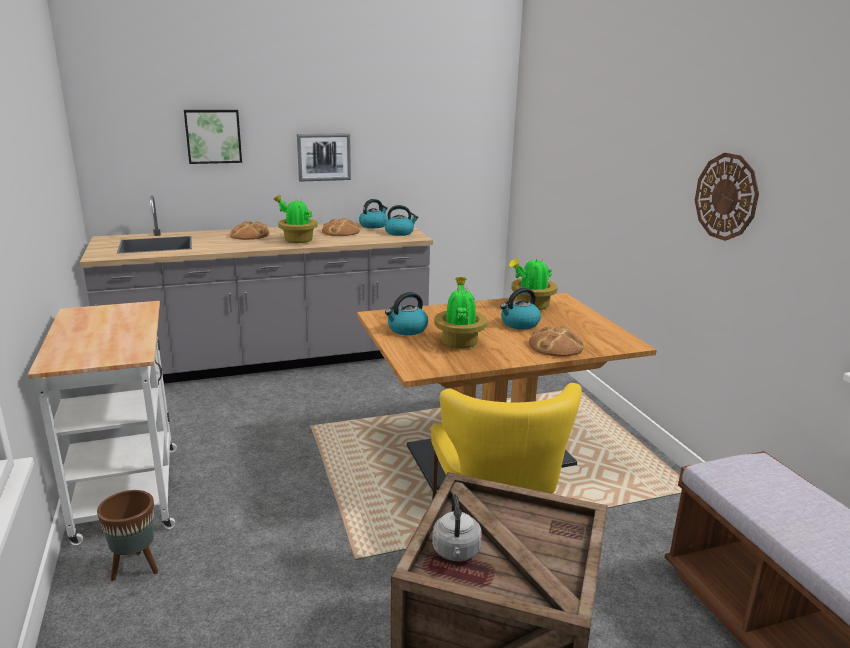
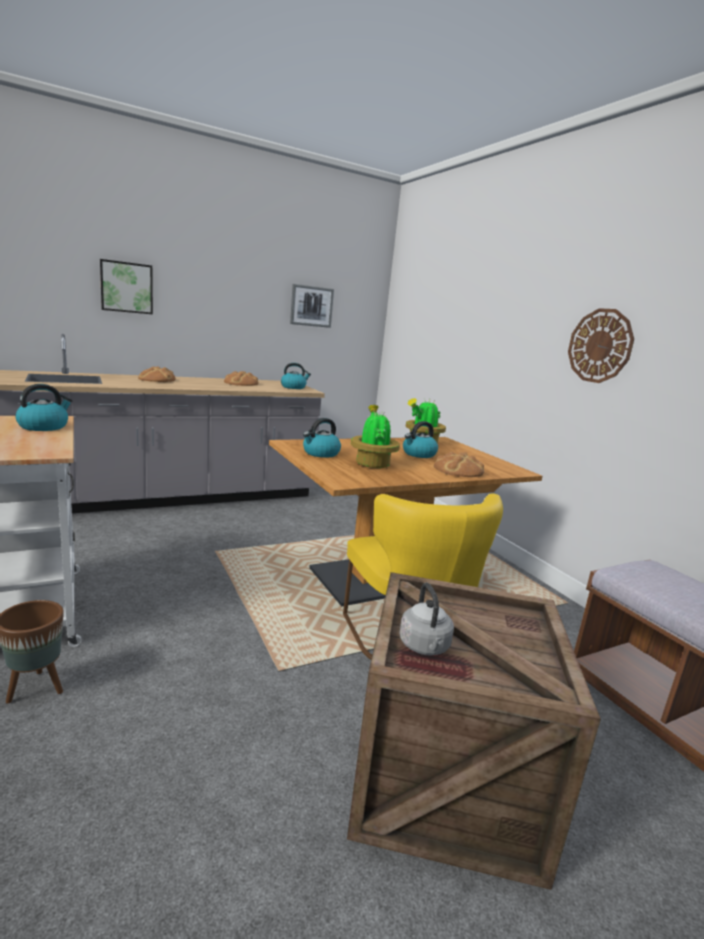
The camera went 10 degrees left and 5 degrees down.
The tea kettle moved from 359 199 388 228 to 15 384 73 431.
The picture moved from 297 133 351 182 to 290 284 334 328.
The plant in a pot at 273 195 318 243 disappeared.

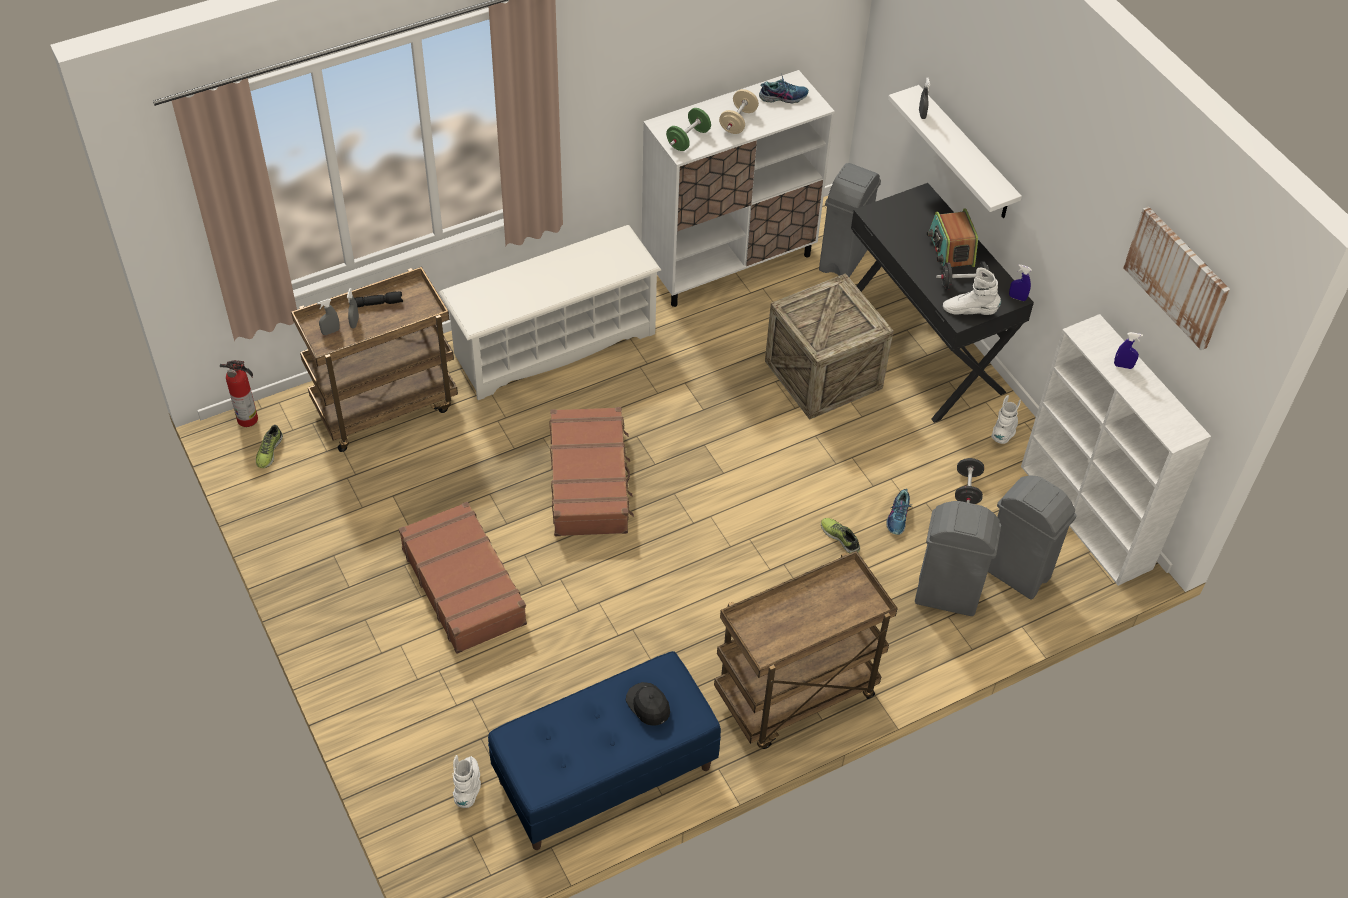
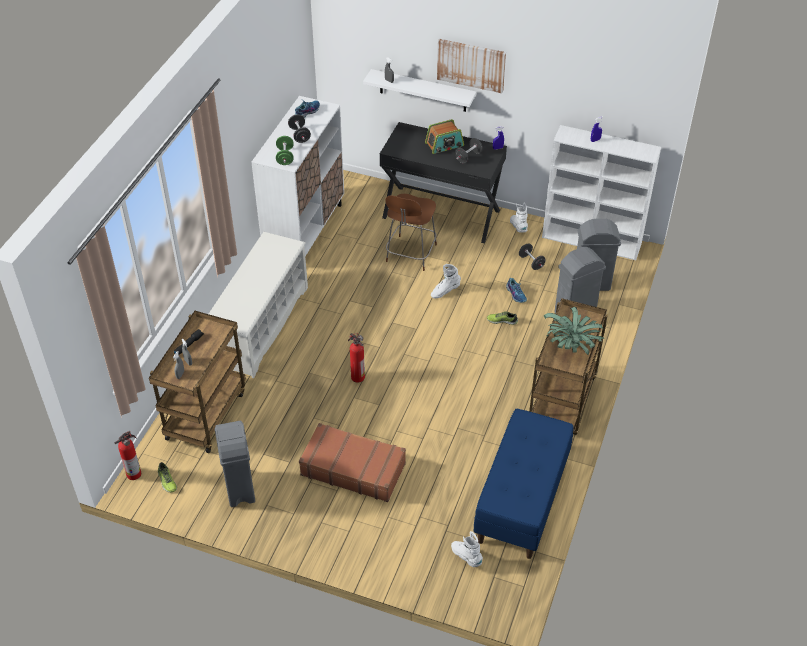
The camera went 40 degrees left and 5 degrees down.
The grey rubbish bin moved from 819 163 881 277 to 215 421 255 507.
The beige-coloured hand weight at 719 89 759 134 became the black-coloured hand weight at 288 114 311 143.
The brown piece of luggage at 549 407 634 536 was replaced by the fire-fighting cylinder at 348 333 365 383.
The crate at 765 273 894 420 was replaced by the brown upright chair at 385 194 437 271.
The radio at 927 208 978 267 turned 60 degrees counterclockwise.
The white-coloured high-top boot moved from 943 268 1001 315 to 431 264 461 298.
The picture moved from 1123 206 1230 350 to 437 39 506 93.
The plant in a pot at 544 307 604 355 appeared.
The black-coloured cap at 626 682 670 726 disappeared.

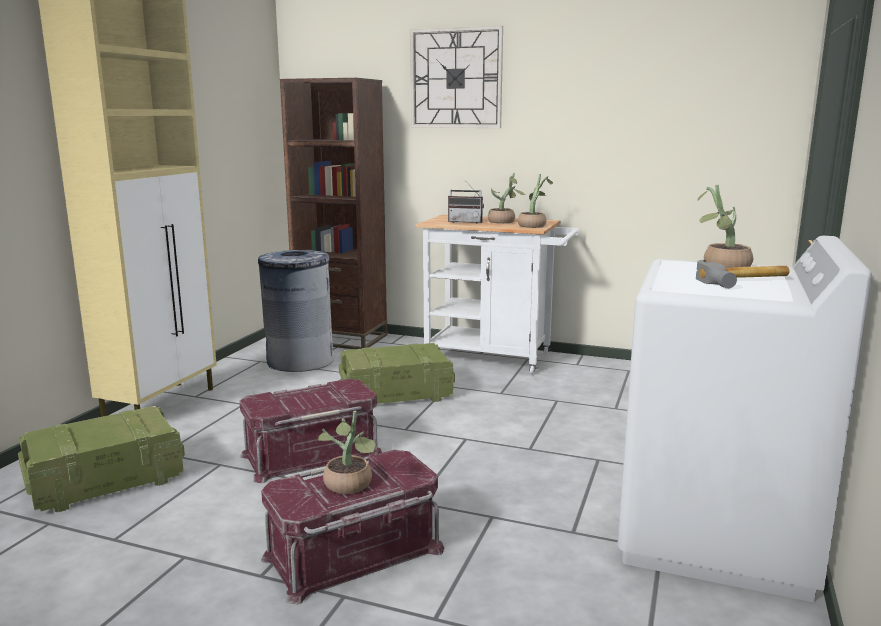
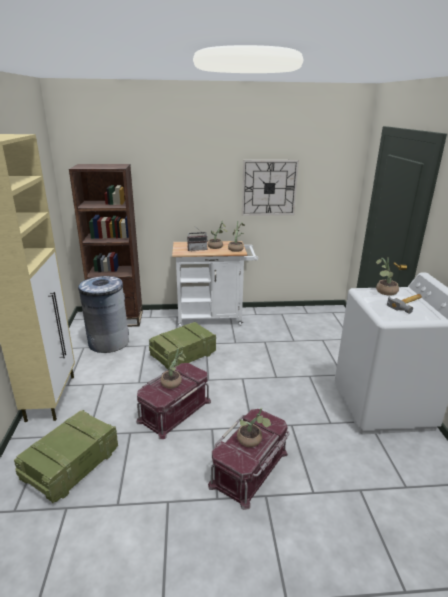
The camera went 25 degrees left and 10 degrees up.
The plant in a pot at 160 349 186 389 appeared.
The hanging clock moved from 410 26 503 128 to 242 160 299 216.

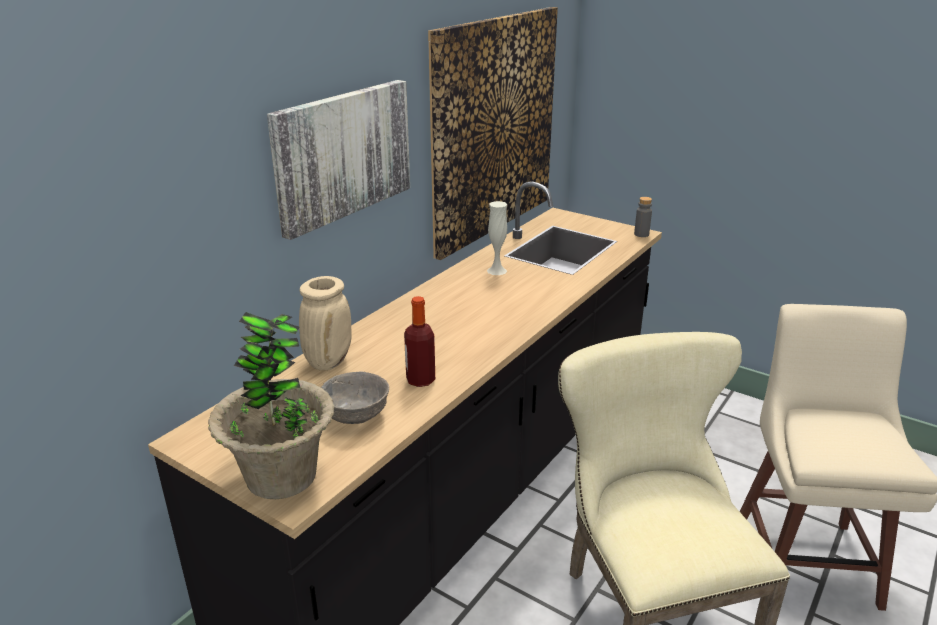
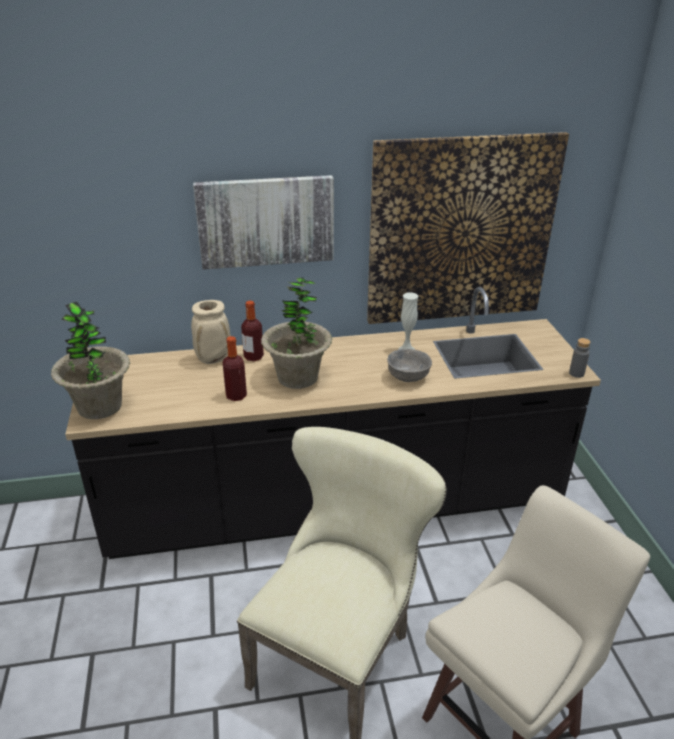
The camera went 45 degrees right and 5 degrees up.
The beverage bottle at 241 301 264 361 appeared.
The plant in a pot at 261 277 332 389 appeared.
The grey serving bowl moved from 321 372 389 424 to 387 349 432 382.

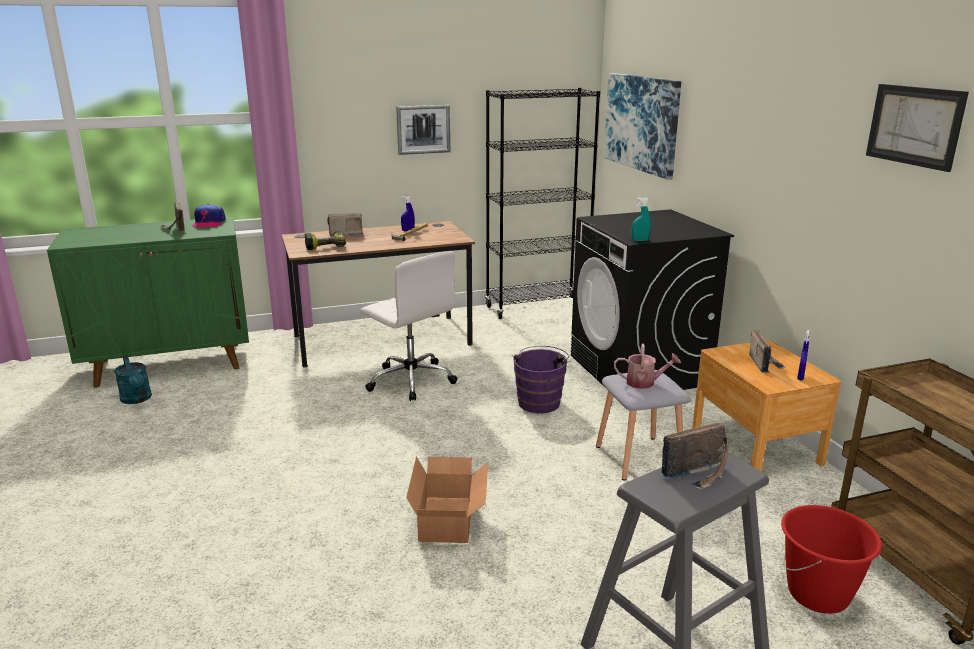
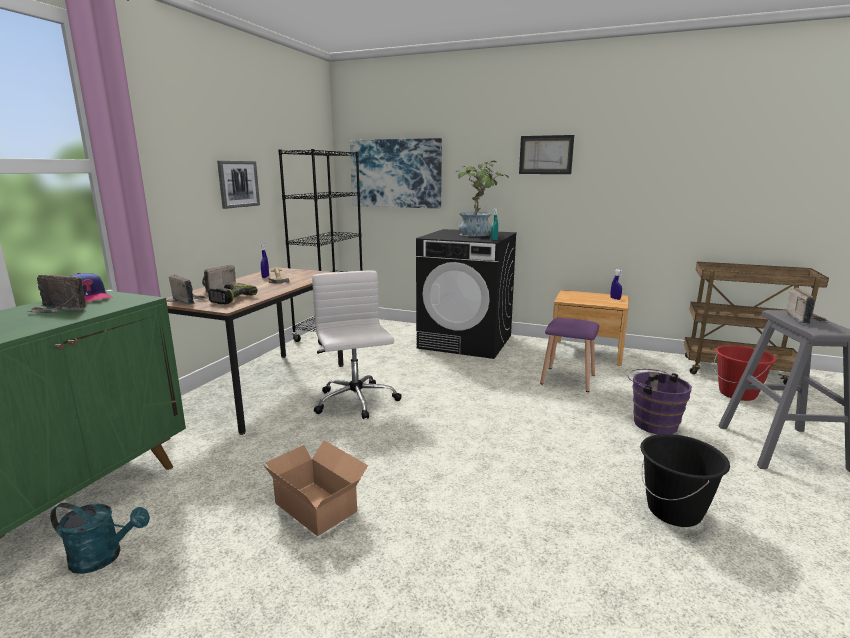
The camera went 50 degrees left and 5 degrees down.
The radio moved from 749 330 786 373 to 169 274 207 305.
The packing box moved from 406 456 489 543 to 263 440 368 536.
The white-coloured office chair at 360 251 458 401 turned 105 degrees counterclockwise.
The plant in a pot at 455 161 509 237 appeared.
The picture moved from 866 84 969 172 to 519 135 574 174.
The grey stool seat at 596 370 690 480 became the purple-coloured stool seat at 540 318 599 392.
The purple-coloured pail moved from 513 346 571 413 to 628 369 692 434.
The black-coloured pail at 640 434 730 527 appeared.
The sprinkling can at 614 344 681 389 disappeared.

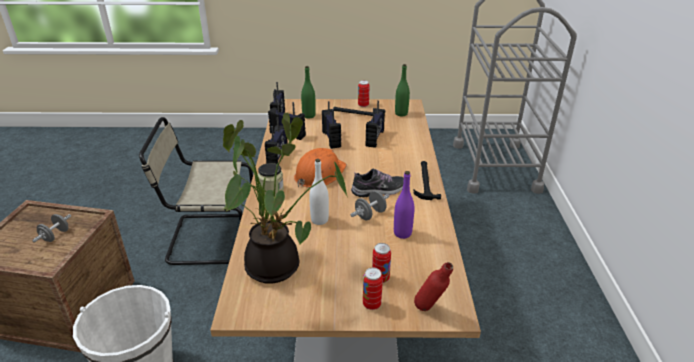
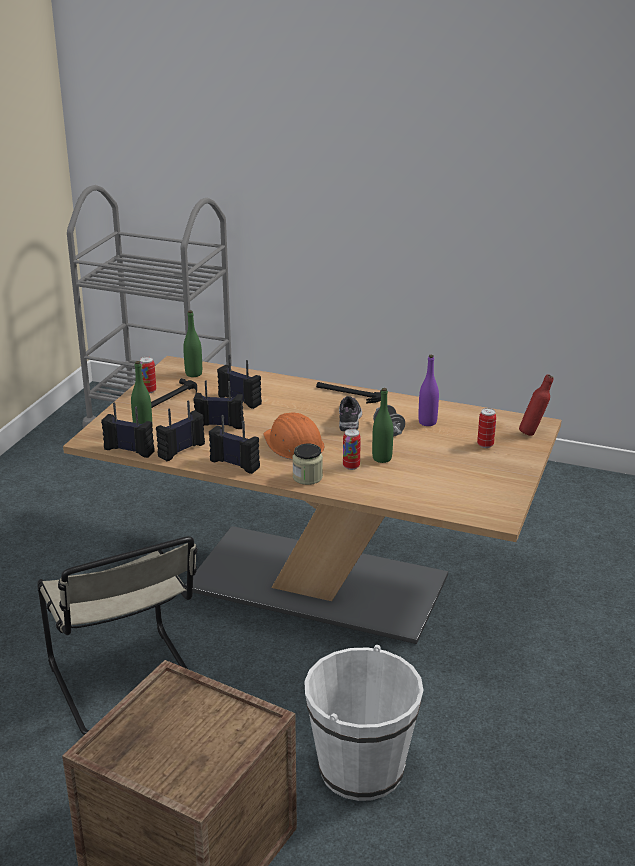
The camera went 70 degrees left and 5 degrees down.
The beige-coloured upright chair at 139 117 253 265 turned 45 degrees counterclockwise.
The sealed can moved from 363 268 383 310 to 343 429 361 470.
The white-coloured beverage bottle at 309 159 329 225 became the green beverage bottle at 372 388 393 463.
The grey hand weight at 32 214 71 242 disappeared.
The plant in a pot at 223 113 348 284 disappeared.

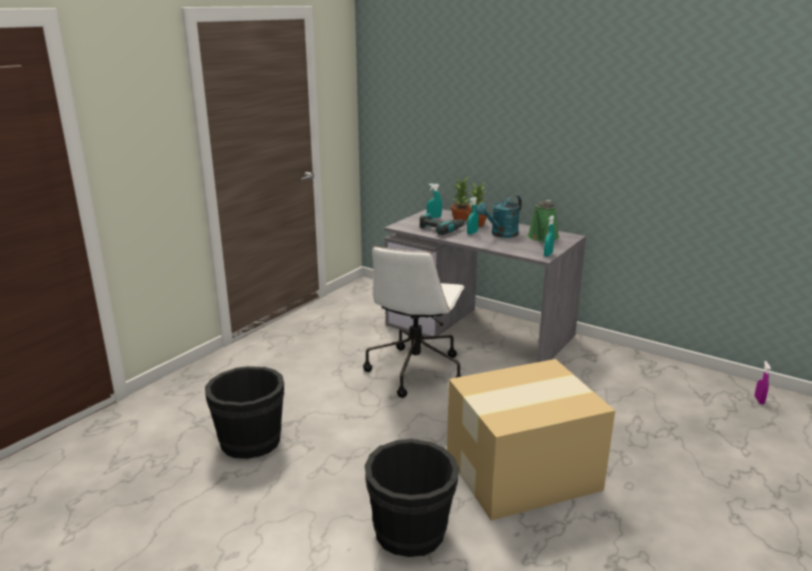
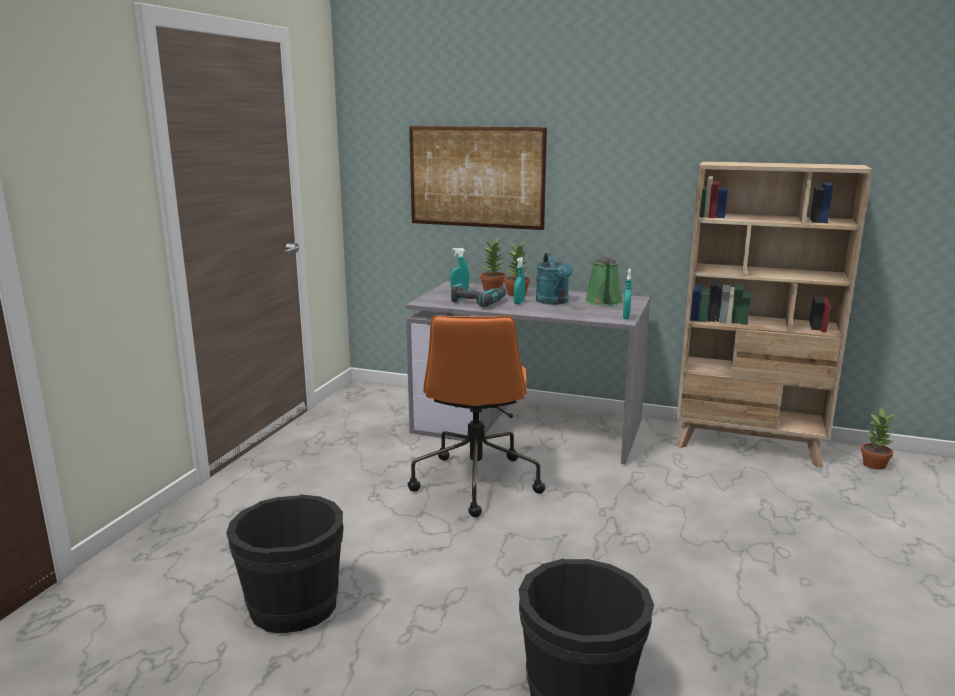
The camera went 15 degrees left and 5 degrees down.
The white-coloured office chair at 363 246 465 398 became the orangey office chair at 408 315 545 517.
The picture at 409 126 547 230 appeared.
The blue-green sprinkling can at 476 195 522 238 turned 45 degrees counterclockwise.
The beige-coloured bookshelf at 676 161 873 467 appeared.
The purple-coloured sprayer at 755 361 771 404 was replaced by the plant in a pot at 861 408 896 470.
The packing box at 447 359 615 520 disappeared.

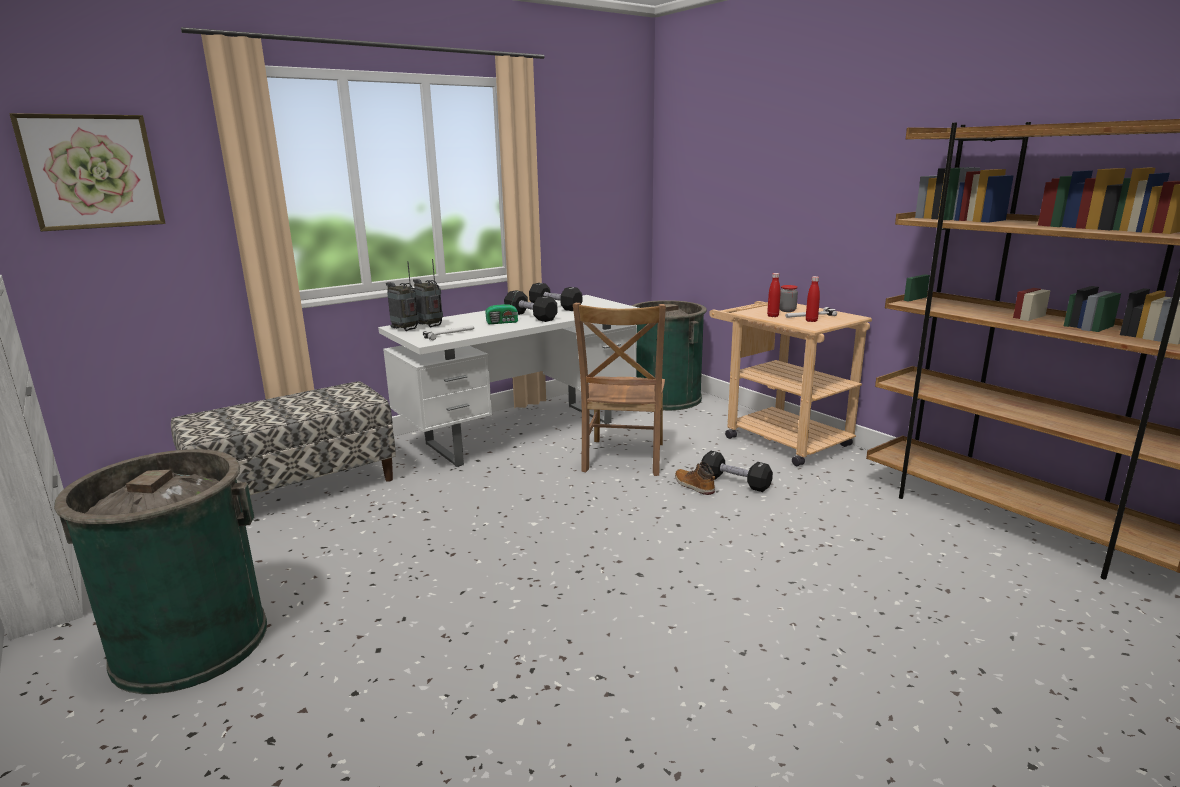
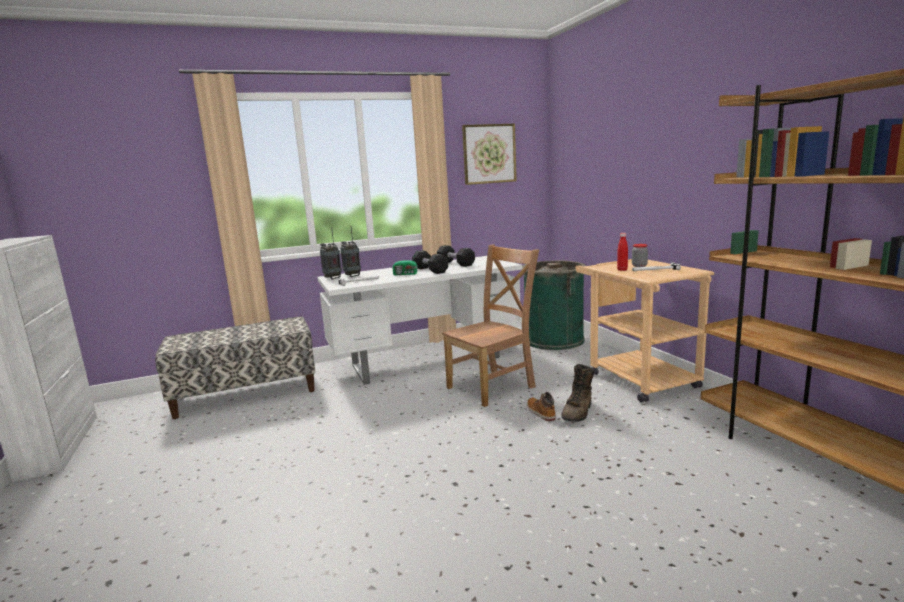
The camera went 15 degrees right and 5 degrees down.
The brown upright chair at 573 303 666 476 turned 150 degrees counterclockwise.
The picture moved from 9 113 166 231 to 462 124 517 185.
The black-coloured hand weight at 701 451 773 492 was replaced by the brown high-top boot at 561 364 595 422.
The green rubbish bin at 54 449 267 694 disappeared.
The reddish beverage bottle at 806 276 820 322 disappeared.

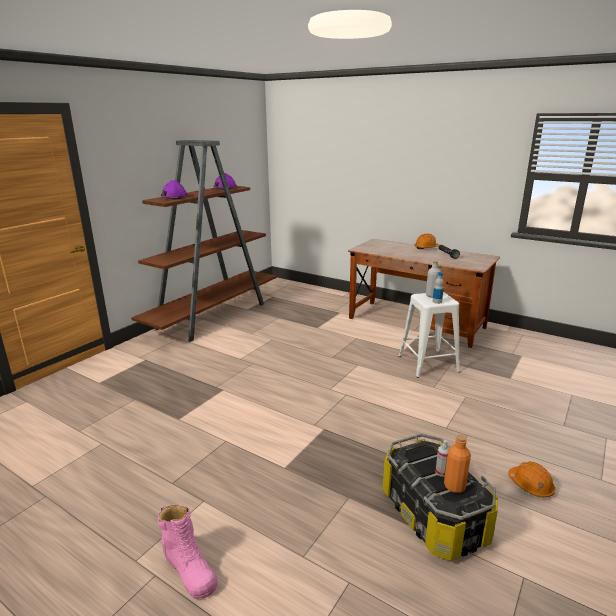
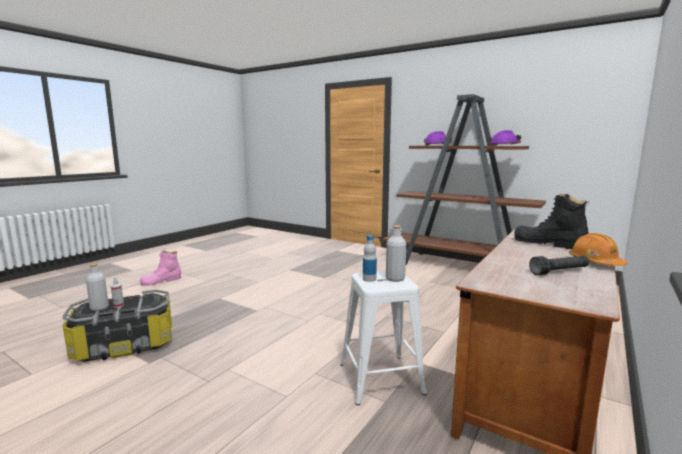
The camera went 90 degrees right and 10 degrees down.
The orangey beverage bottle at 444 434 471 493 became the grey beverage bottle at 86 263 109 311.
The black-coloured high-top boot at 514 194 589 249 appeared.
The orangey safety helmet at 508 462 555 498 disappeared.

